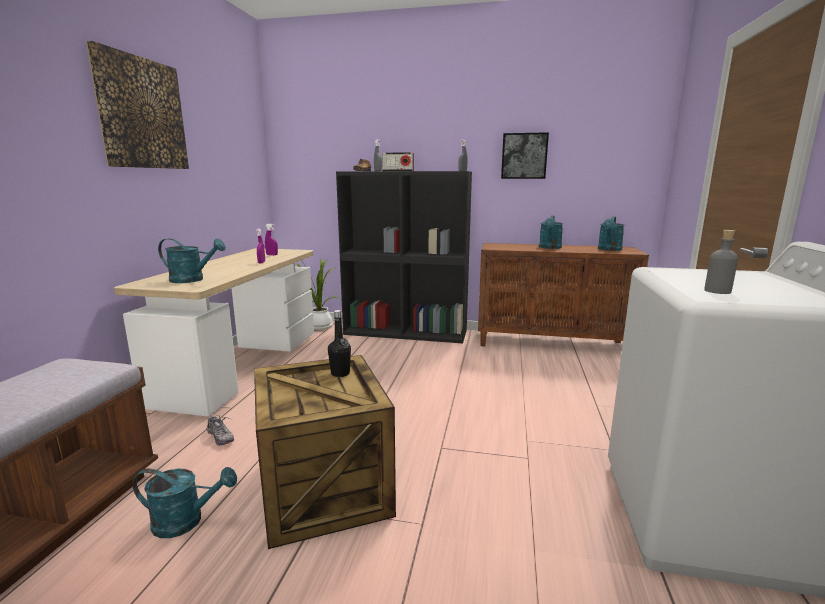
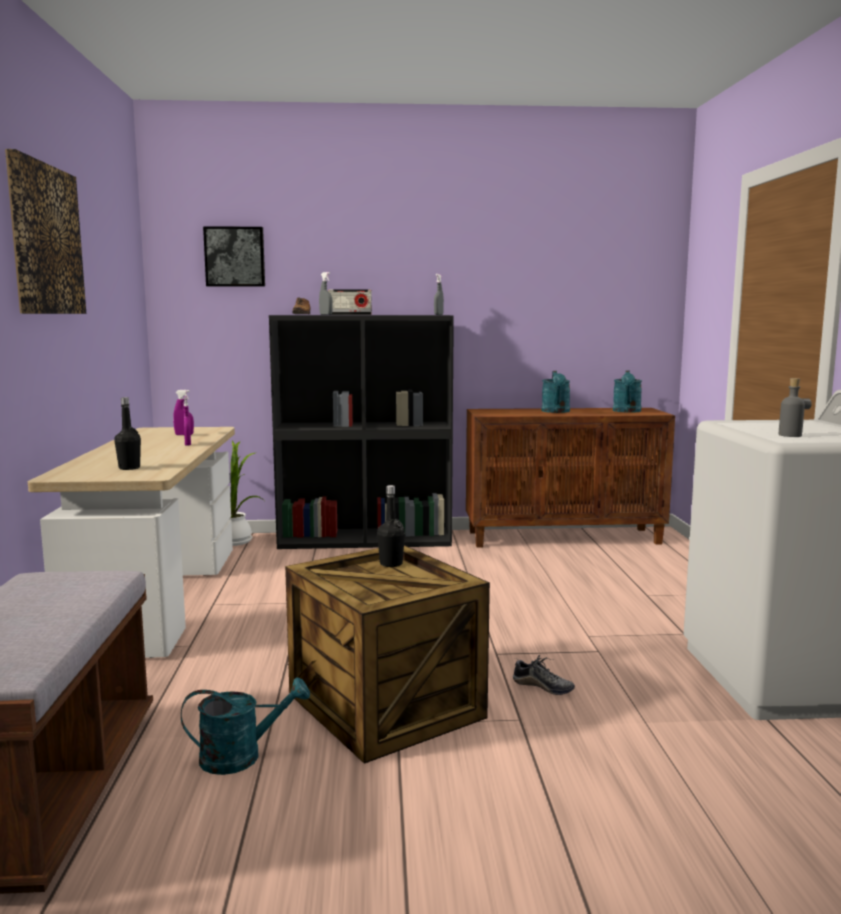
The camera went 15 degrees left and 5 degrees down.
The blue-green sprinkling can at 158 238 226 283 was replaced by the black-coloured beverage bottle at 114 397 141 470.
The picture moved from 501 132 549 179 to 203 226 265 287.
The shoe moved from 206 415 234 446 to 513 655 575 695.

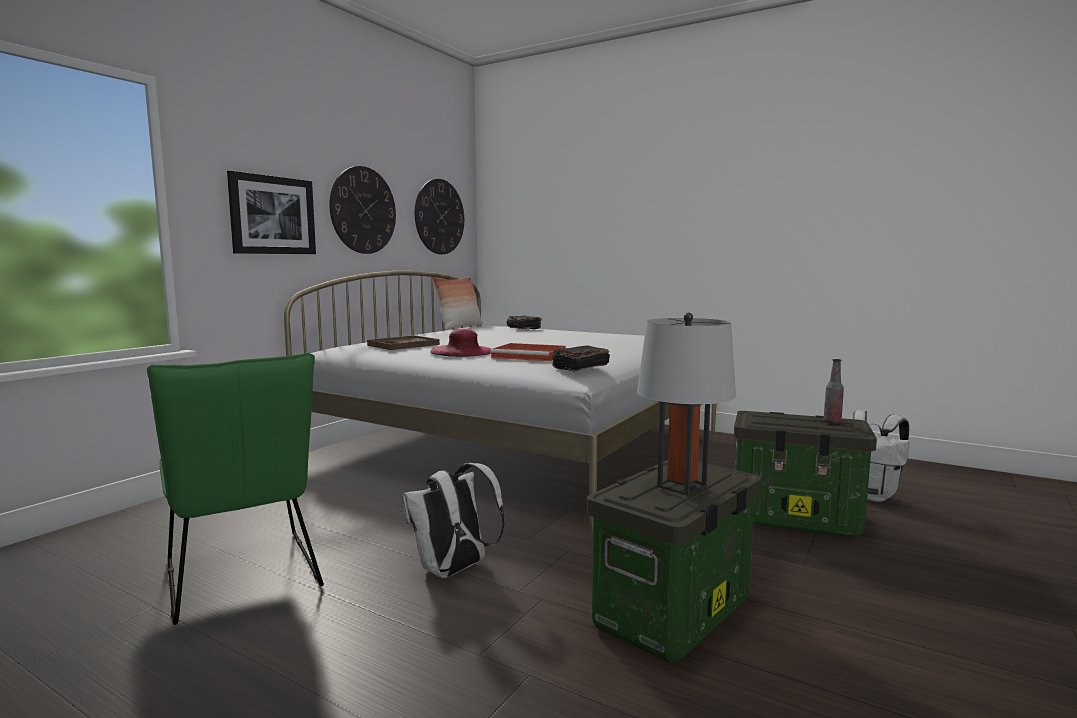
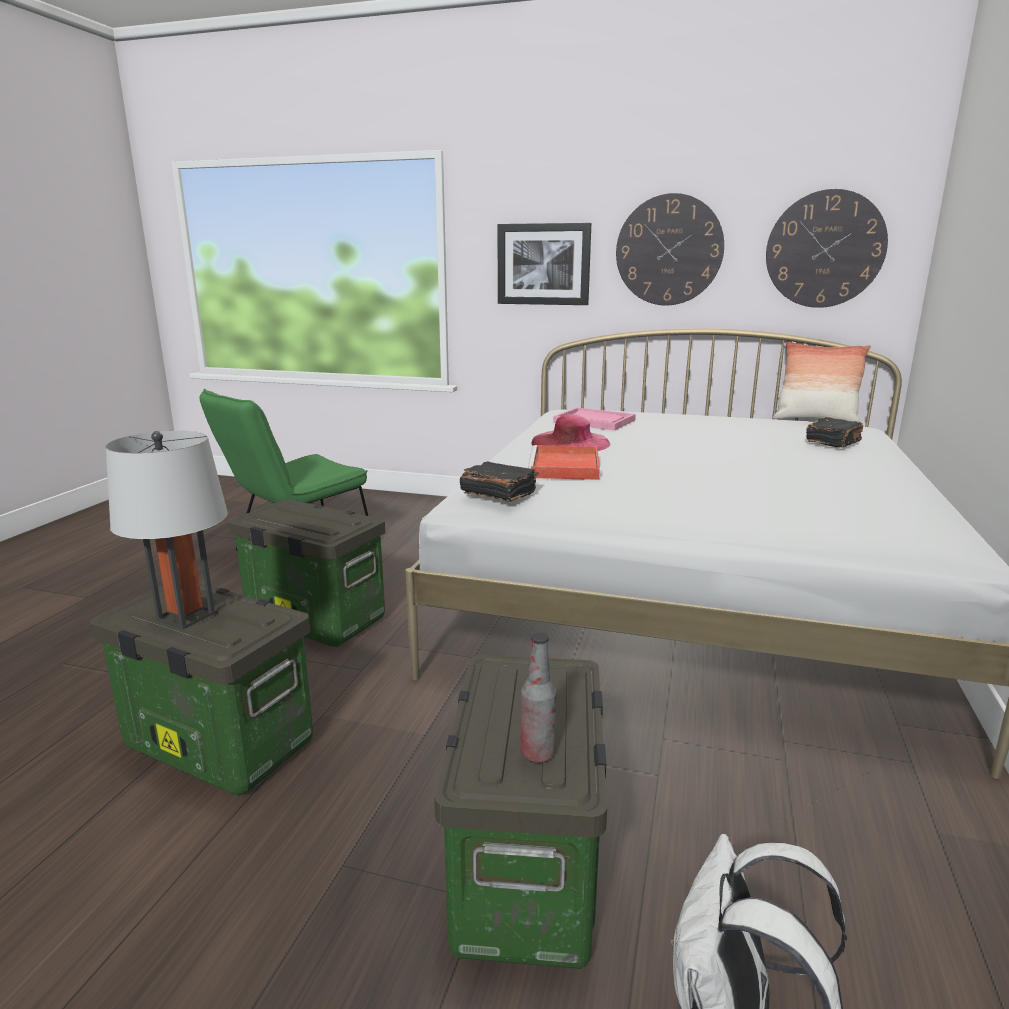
The camera went 75 degrees right and 10 degrees up.
The white-coloured backpack at 402 463 505 578 was replaced by the storage box at 228 500 385 647.
The brown carrying tray at 367 335 440 350 became the pink-coloured carrying tray at 553 407 636 431.

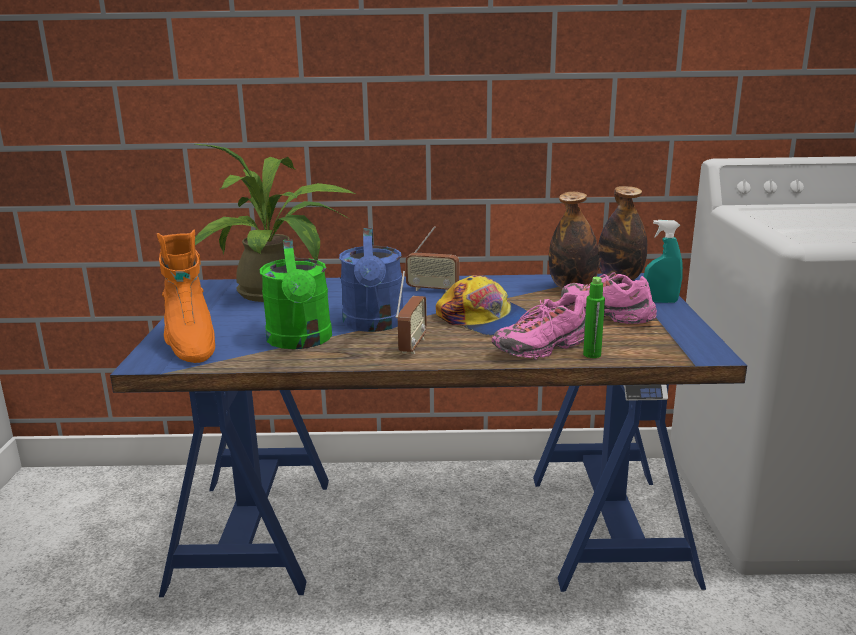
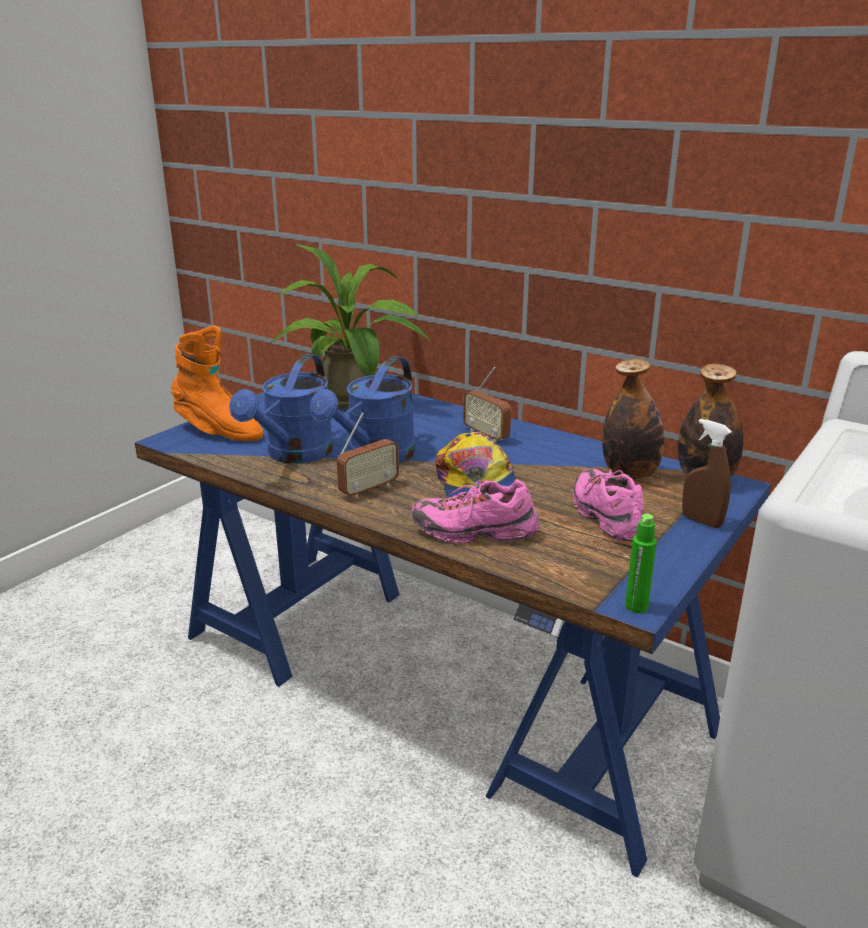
The camera went 35 degrees right and 5 degrees up.
The orangey high-top boot at 157 229 215 363 turned 75 degrees counterclockwise.
The green sprinkling can at 260 239 332 349 became the bluish sprinkling can at 230 354 334 464.
The green beverage bottle moved from 583 277 605 358 to 625 514 657 613.
The blue-green sprayer at 644 220 683 303 became the brown sprayer at 682 419 732 528.

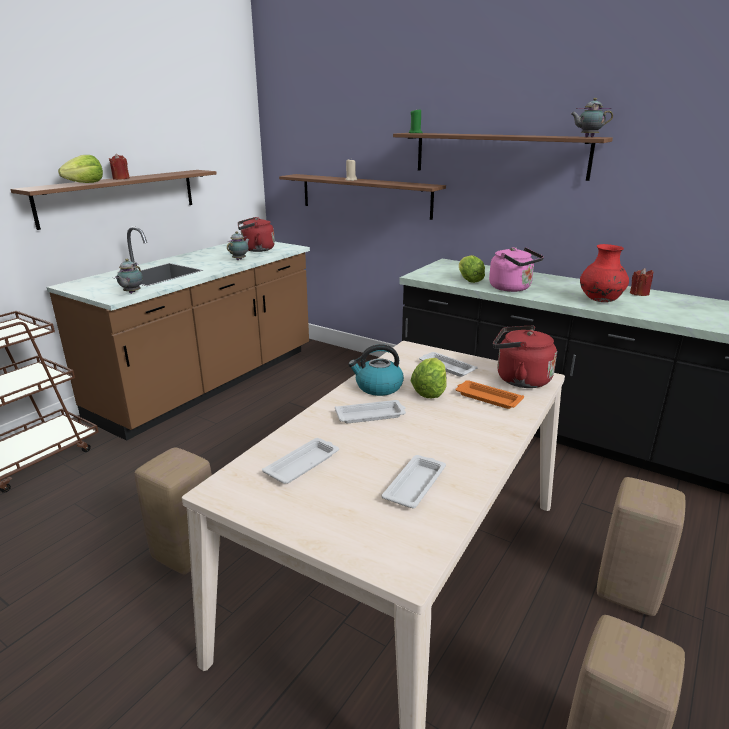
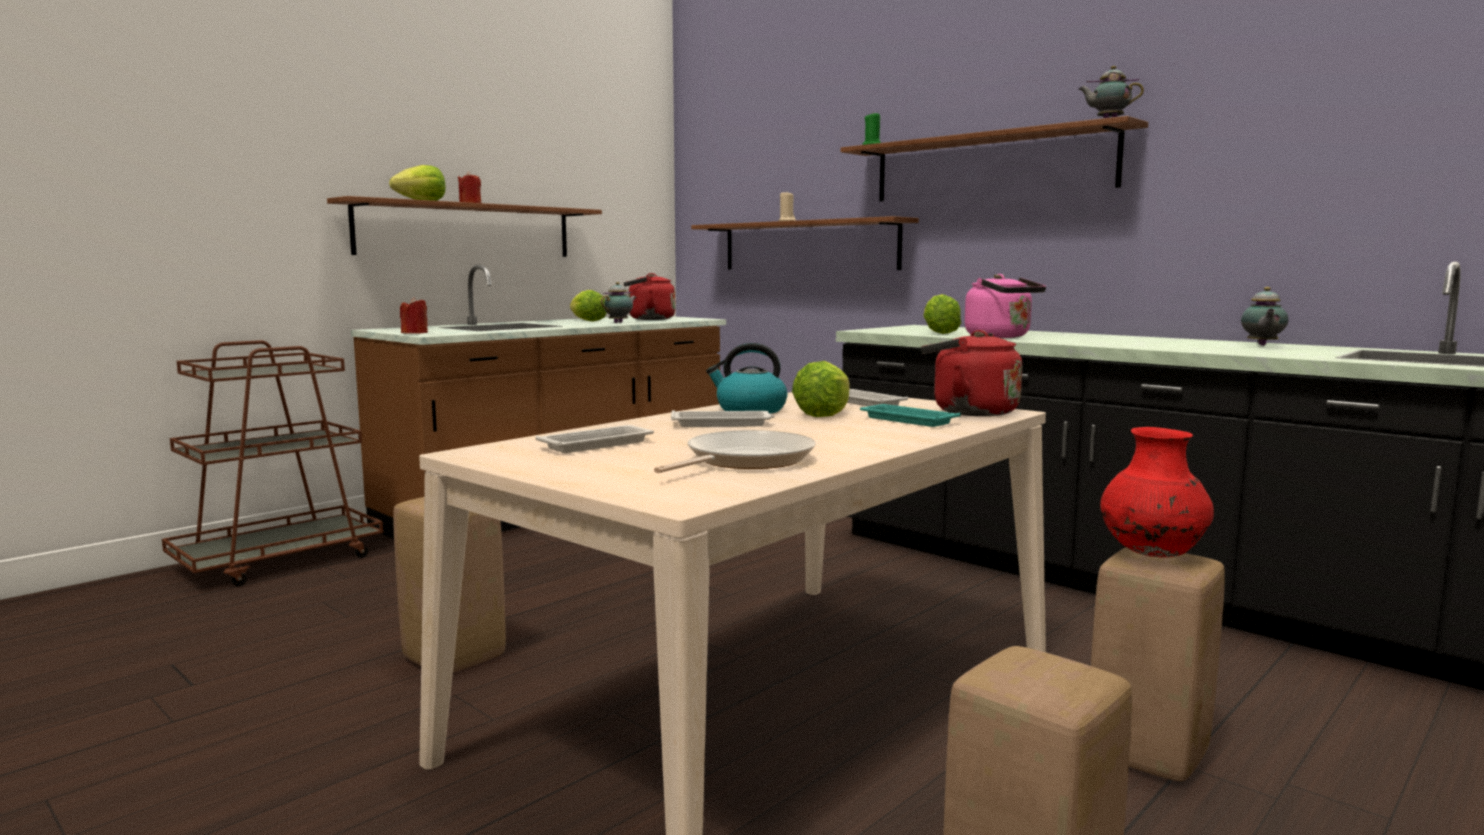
The camera went 10 degrees right and 15 degrees down.
The reddish wax candle moved from 630 268 653 296 to 400 297 428 334.
The head of lettuce at 570 290 607 321 appeared.
The white-coloured carrying tray at 382 455 446 509 was replaced by the pan at 654 430 816 473.
The orangey carrying tray at 456 380 524 409 became the blue-green carrying tray at 860 404 961 427.
The reddish vase moved from 580 244 629 302 to 1100 427 1214 557.
The teapot moved from 115 259 143 294 to 1241 287 1288 346.

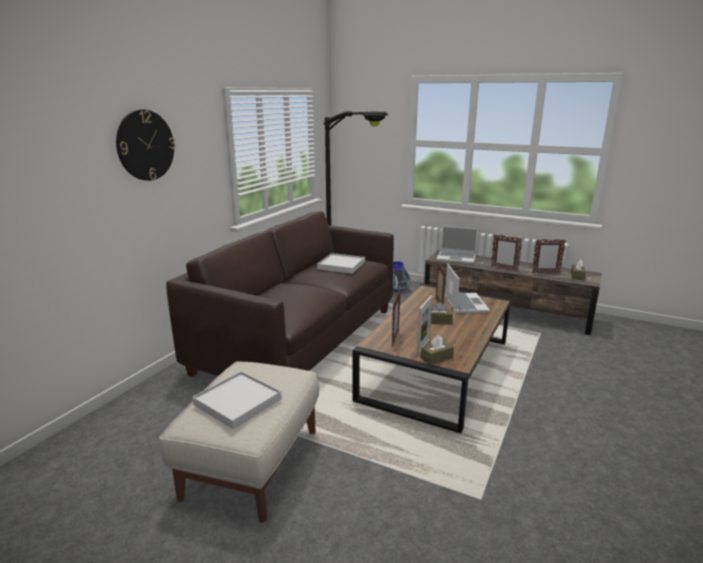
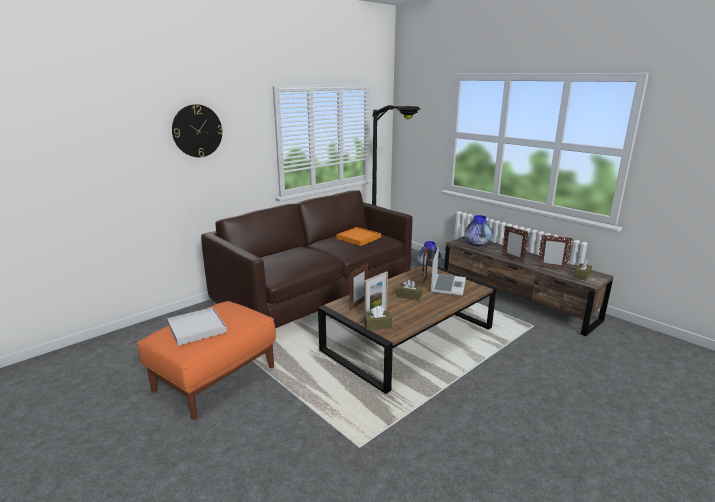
The camera went 20 degrees right and 0 degrees up.
The beige-coloured footrest at 159 361 319 523 became the orangey footrest at 137 301 276 420.
The white-coloured carrying tray at 317 253 365 274 became the orangey carrying tray at 336 227 381 246.
The portable computer at 437 226 478 264 was replaced by the vase at 464 215 492 246.

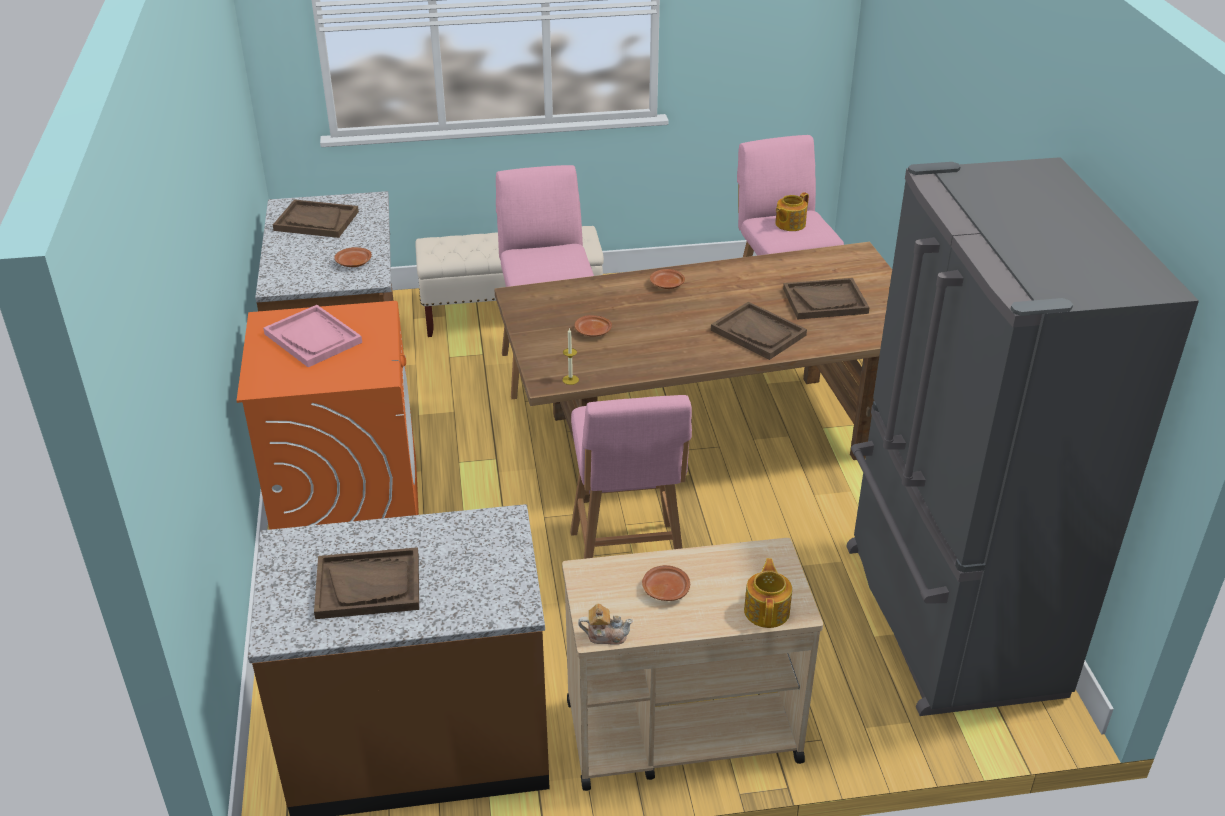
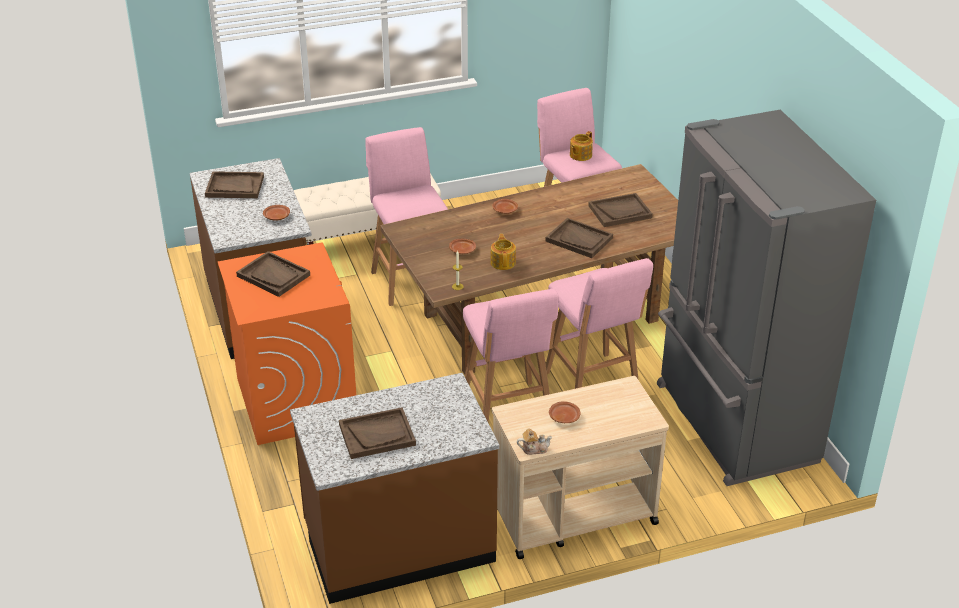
The camera went 10 degrees left and 0 degrees up.
The pink-coloured carrying tray at 263 305 362 367 became the brown carrying tray at 236 251 310 297.
The teapot moved from 744 558 792 628 to 490 234 516 270.
The pink-coloured stool seat at 546 258 653 389 appeared.

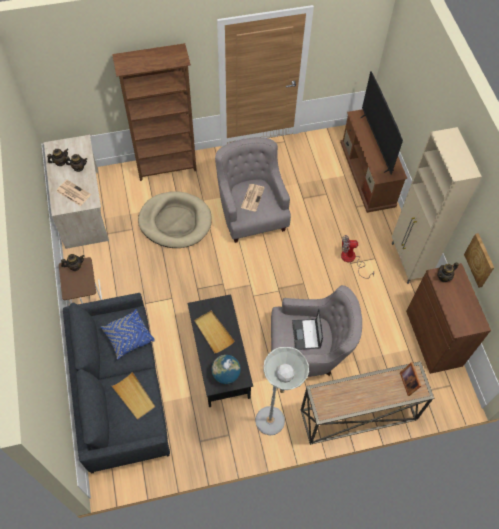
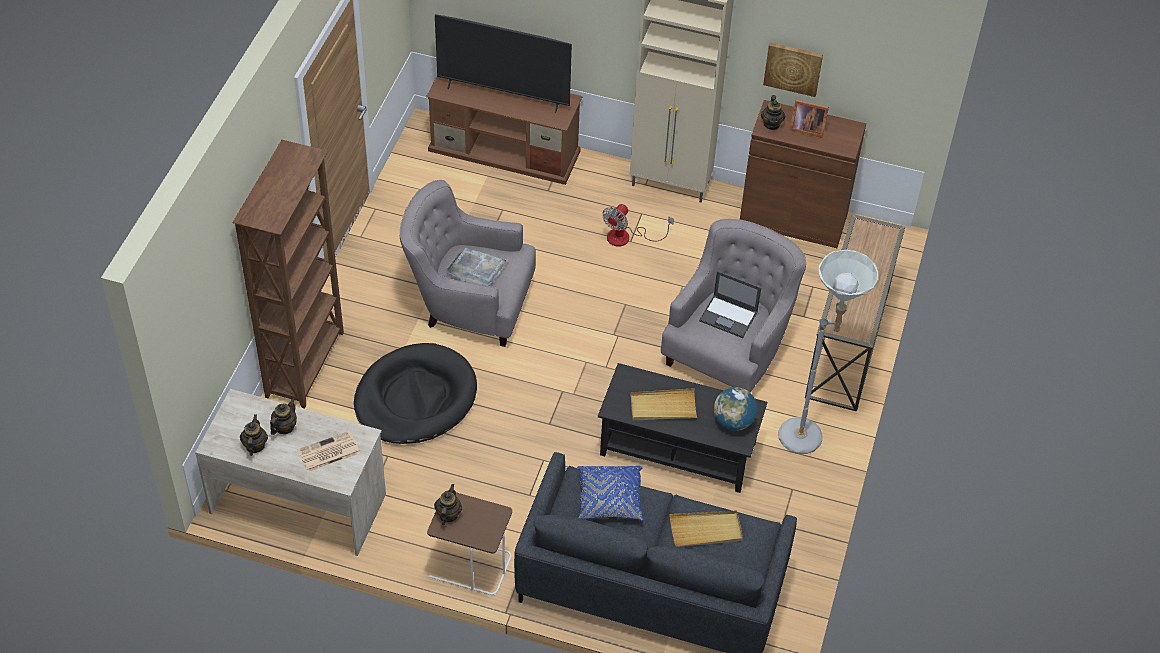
The camera went 60 degrees left and 10 degrees down.
The beige-coloured pet bed at 138 191 212 248 became the black-coloured pet bed at 354 343 477 444.
The daily paper at 241 184 265 212 was replaced by the grey carrying tray at 445 248 508 286.
The picture frame moved from 400 362 421 396 to 790 100 829 138.

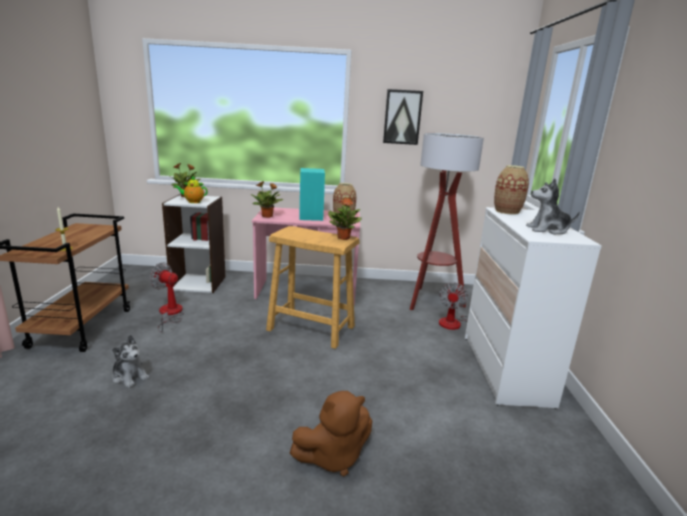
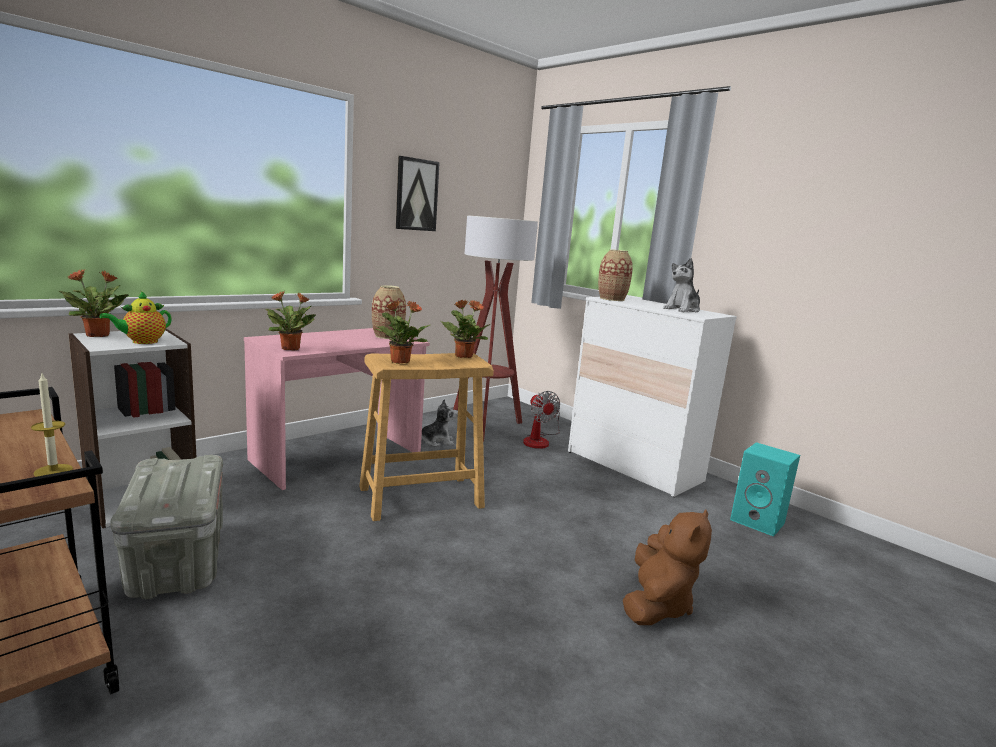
The camera went 45 degrees left and 5 degrees down.
The fan at 149 262 184 332 was replaced by the grey storage box at 110 455 223 599.
The plant in a pot at 375 300 430 364 appeared.
The cuddly toy moved from 112 335 149 388 to 421 399 458 447.
The blue-green audio speaker moved from 299 168 325 221 to 730 442 800 537.

